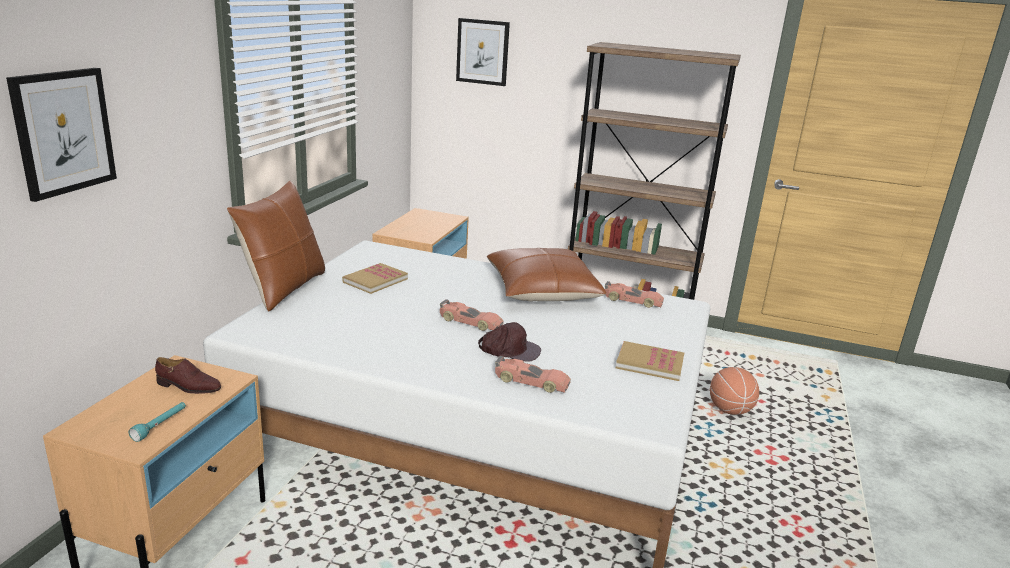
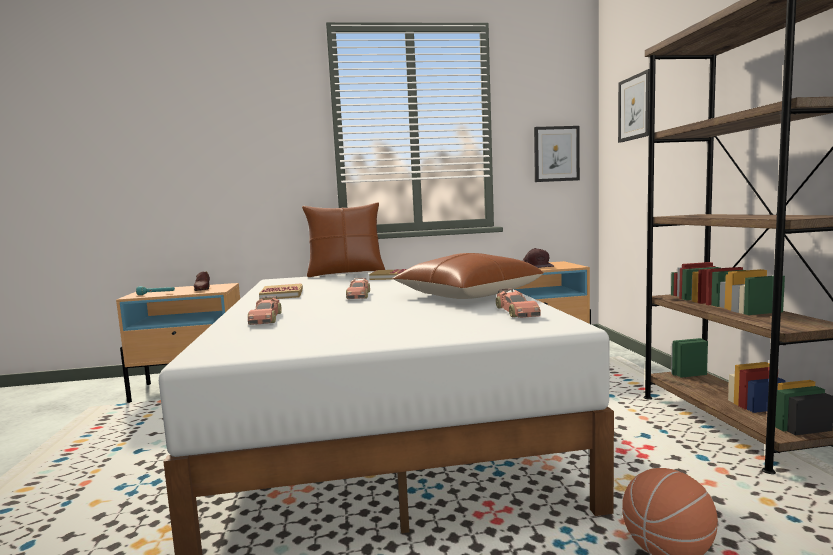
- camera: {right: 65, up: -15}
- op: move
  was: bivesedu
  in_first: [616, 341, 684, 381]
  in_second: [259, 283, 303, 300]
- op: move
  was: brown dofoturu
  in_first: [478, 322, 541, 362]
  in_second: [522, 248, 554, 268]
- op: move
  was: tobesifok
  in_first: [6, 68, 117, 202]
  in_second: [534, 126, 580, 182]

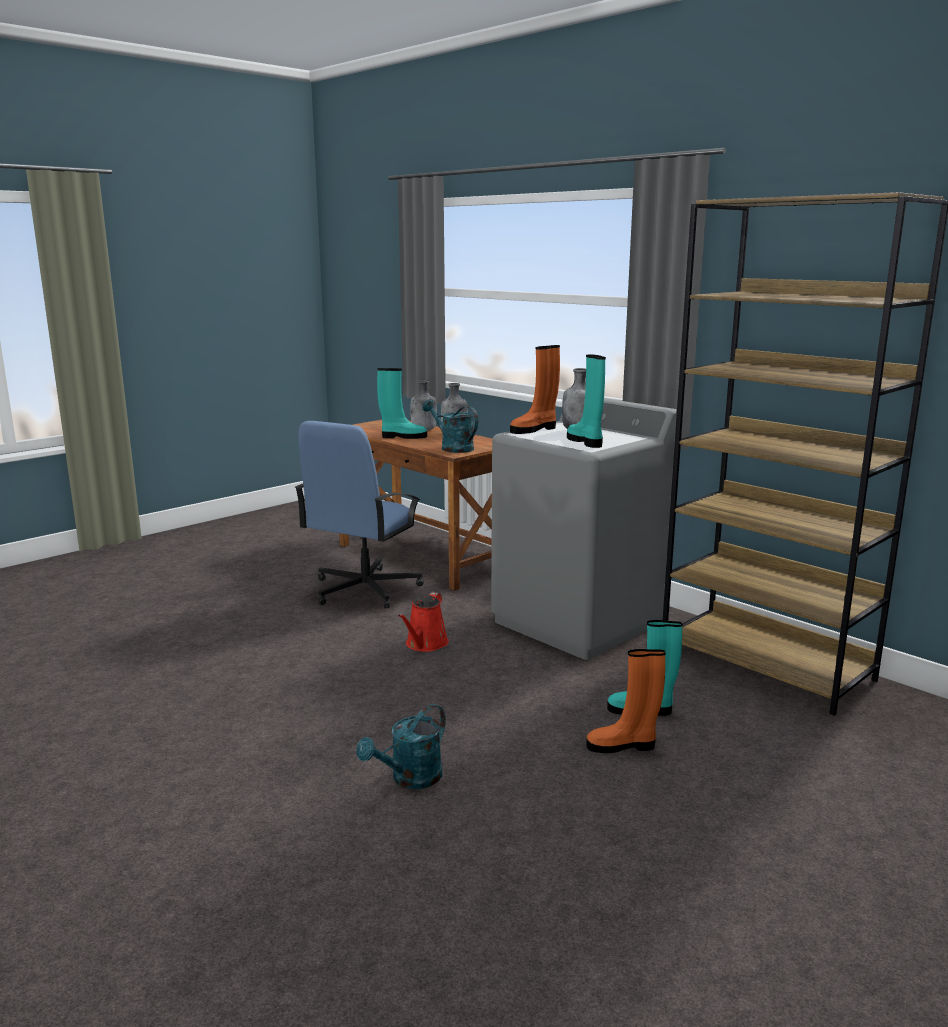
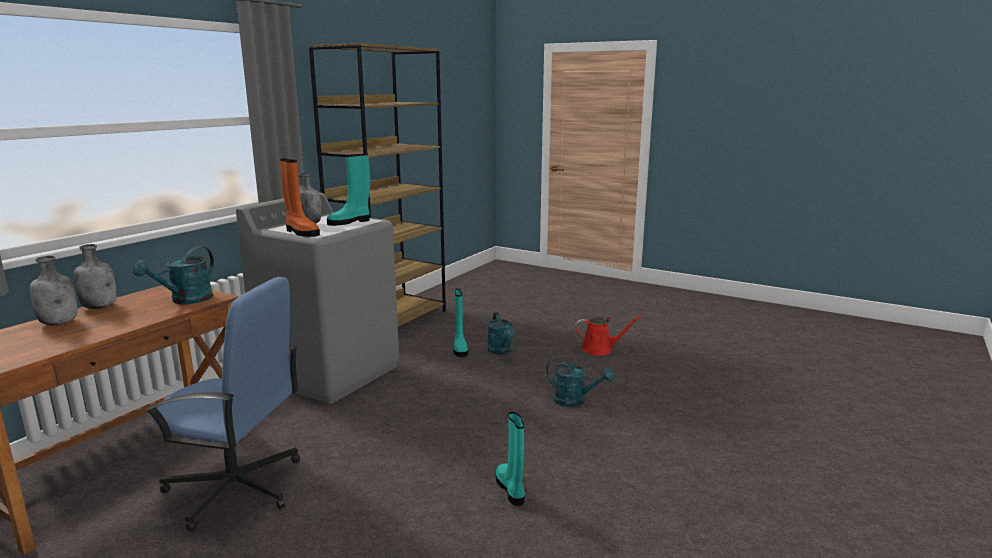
- camera: {right: -105, up: 0}
- op: replace
  was: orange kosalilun
  now: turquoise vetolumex
  in_first: [586, 649, 666, 753]
  in_second: [488, 312, 515, 355]
- op: move
  was: turquoise kosalilun
  in_first: [377, 368, 427, 439]
  in_second: [496, 412, 525, 506]
- op: move
  was: red vetolumex
  in_first: [398, 592, 449, 652]
  in_second: [575, 316, 642, 356]

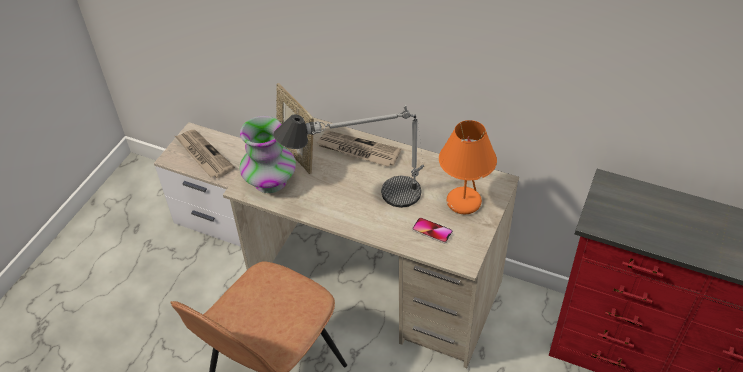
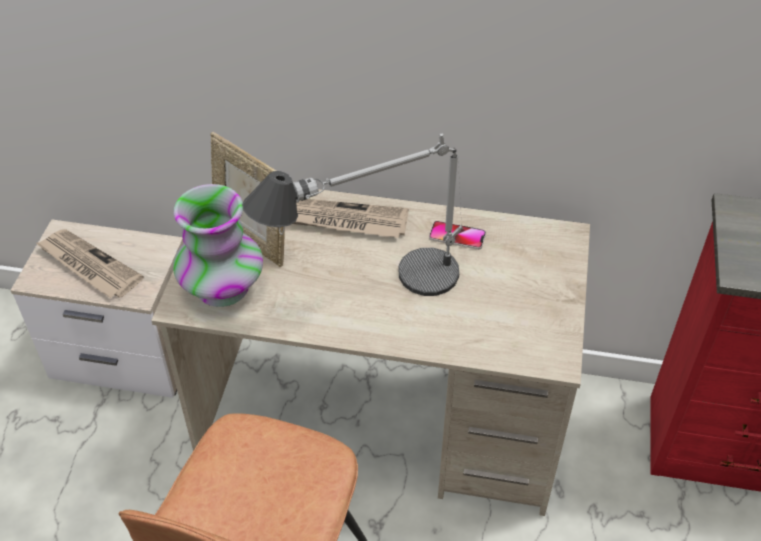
- camera: {right: -15, up: 0}
- op: move
  was: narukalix
  in_first: [412, 217, 453, 244]
  in_second: [429, 221, 486, 250]
- op: delete
  was: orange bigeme
  in_first: [439, 120, 497, 214]

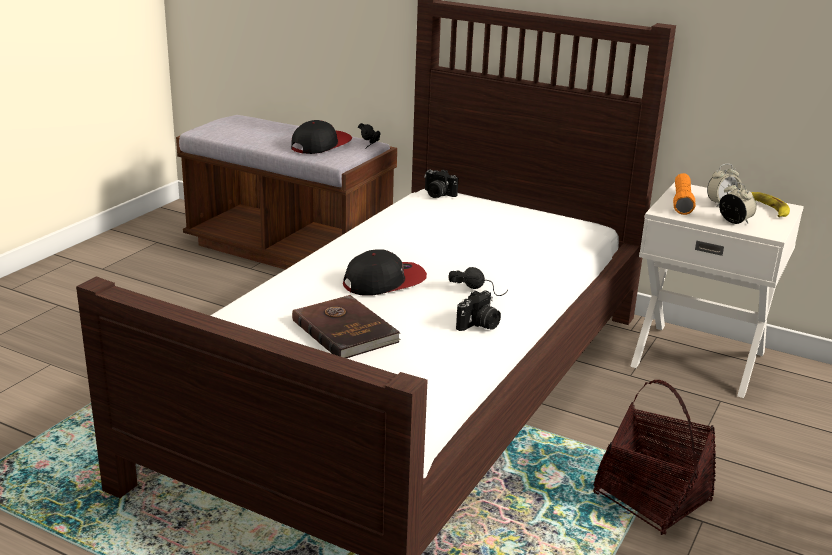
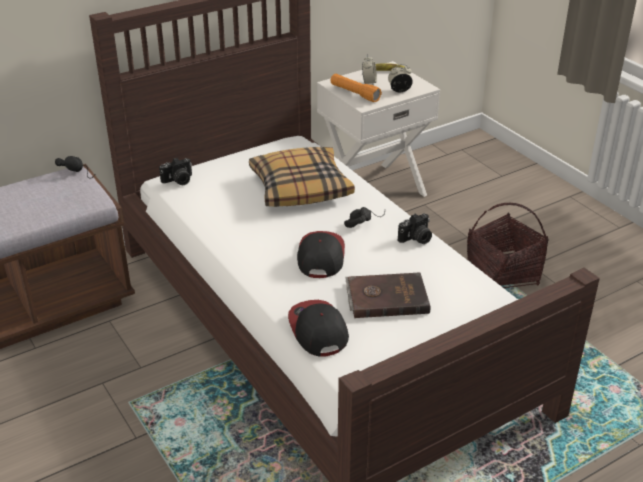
- camera: {right: -60, up: 10}
- op: insert
  now: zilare
  in_second: [249, 147, 355, 207]
- op: move
  was: dofoturu
  in_first: [291, 120, 352, 154]
  in_second: [288, 300, 349, 357]
- op: rotate
  was: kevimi
  in_first: [456, 290, 501, 331]
  in_second: [398, 213, 432, 244]
  clockwise: 75

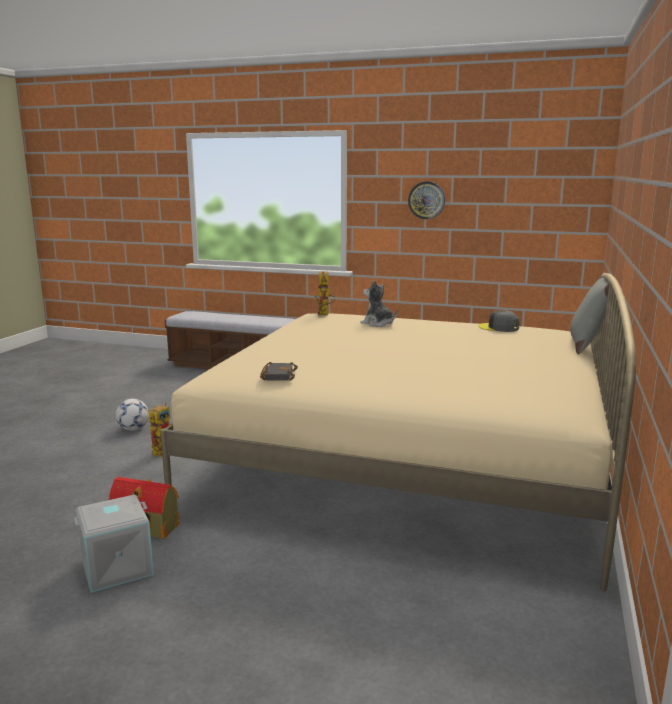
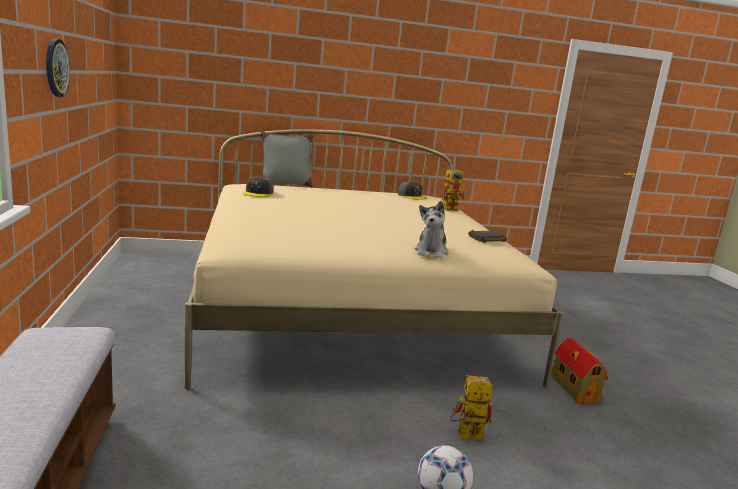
- camera: {right: -120, up: 0}
- op: insert
  now: grey dofoturu
  in_second: [398, 181, 427, 199]
- op: move
  was: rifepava
  in_first: [360, 280, 398, 327]
  in_second: [415, 201, 448, 259]
- op: move
  was: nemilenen
  in_first: [314, 271, 335, 315]
  in_second: [442, 168, 465, 211]
- op: delete
  was: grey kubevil
  in_first: [74, 495, 154, 593]

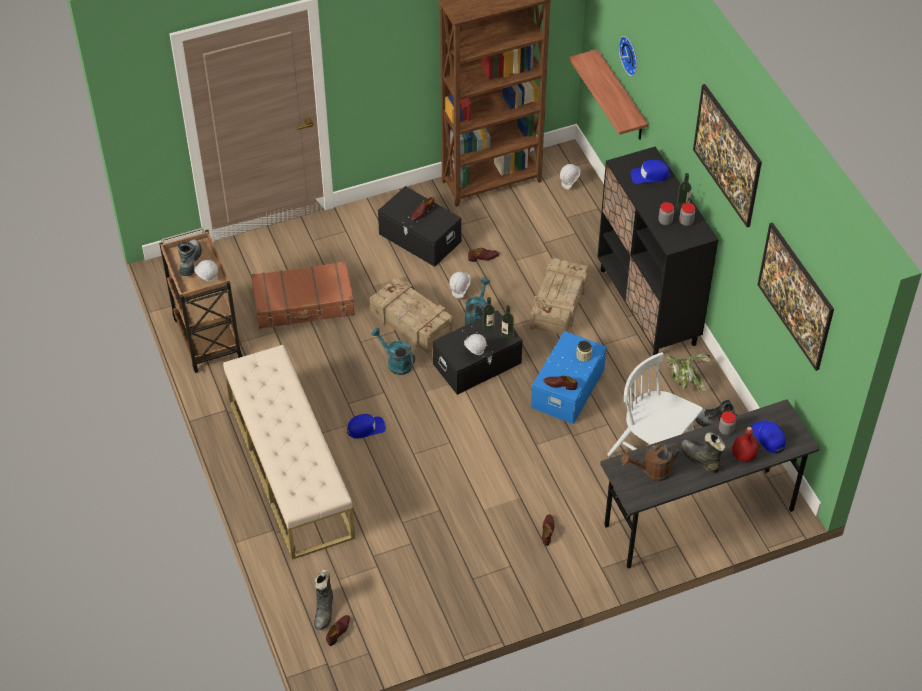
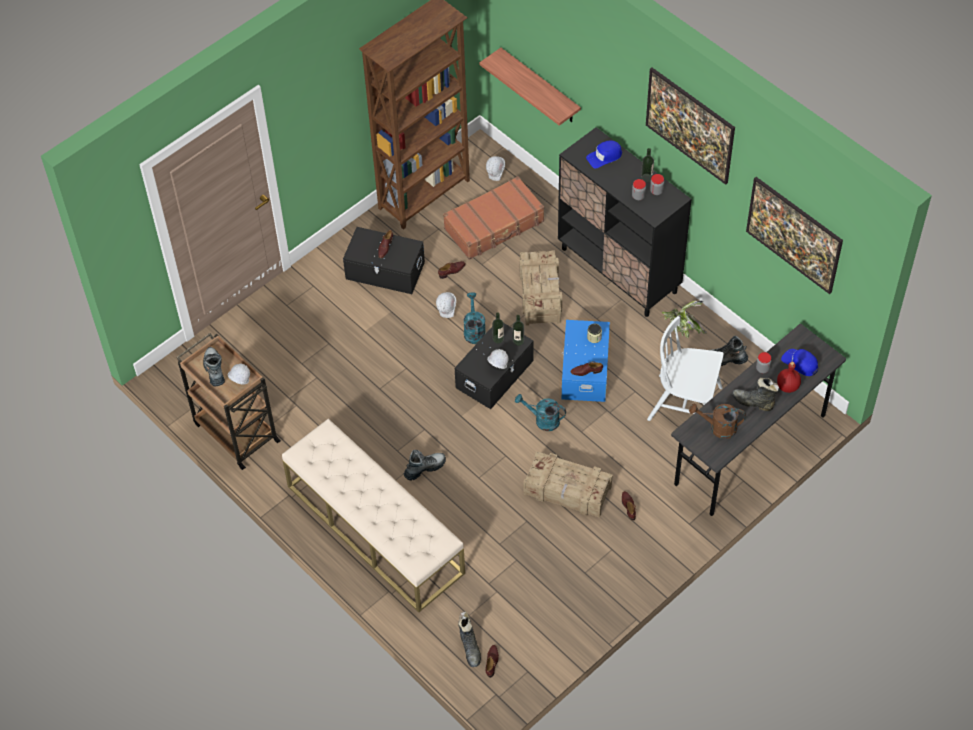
- camera: {right: -20, up: 5}
- op: replace
  was: blue dofoturu
  now: kosalilun
  in_first: [347, 414, 386, 439]
  in_second: [403, 450, 446, 480]
- op: move
  was: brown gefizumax
  in_first: [251, 261, 355, 329]
  in_second: [443, 176, 544, 260]
- op: move
  was: turquoise vetolumex
  in_first: [371, 328, 415, 375]
  in_second: [515, 394, 566, 431]
- op: move
  was: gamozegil
  in_first: [370, 277, 454, 353]
  in_second: [523, 452, 613, 518]
- op: rotate
  was: brown vetolumex
  in_first: [621, 443, 680, 481]
  in_second: [689, 403, 746, 439]
  clockwise: 45
- op: delete
  was: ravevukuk
  in_first: [619, 36, 637, 76]

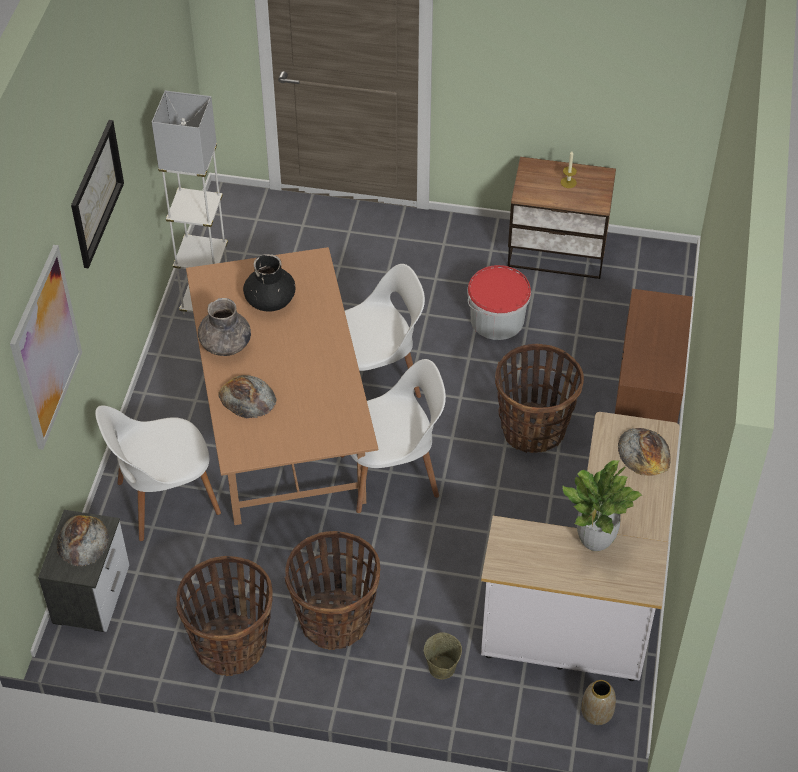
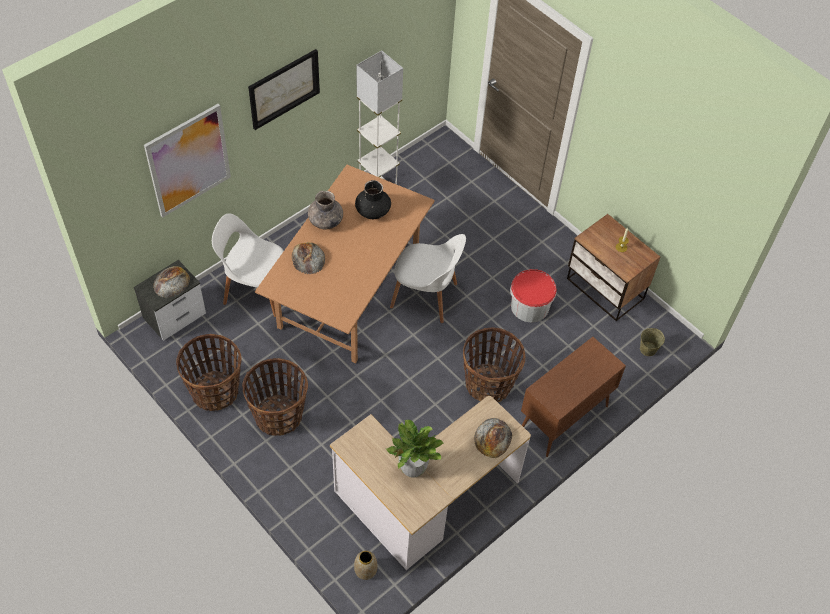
- camera: {right: 35, up: 5}
- op: move
  was: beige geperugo
  in_first: [424, 633, 462, 679]
  in_second: [640, 328, 665, 356]
- op: delete
  was: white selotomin
  in_first: [340, 359, 446, 513]

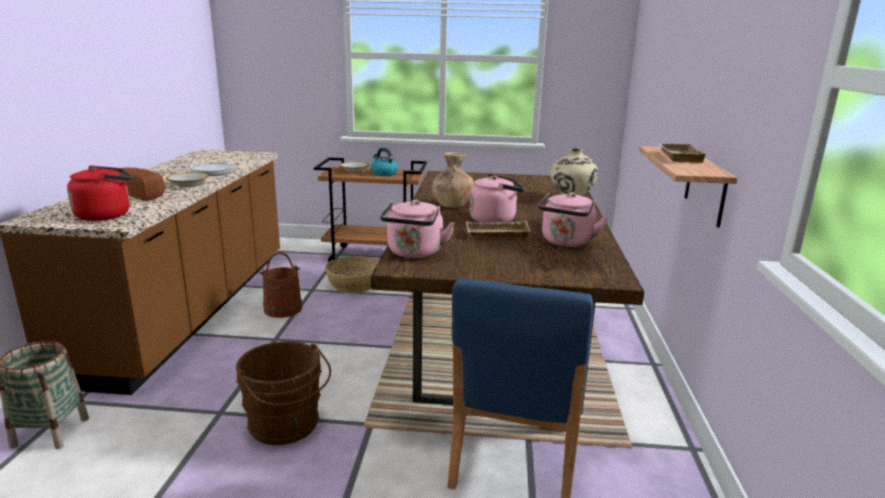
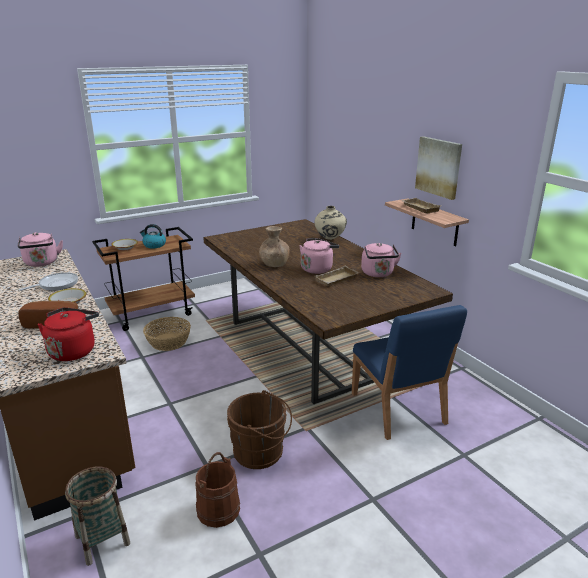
- camera: {right: -35, up: 5}
- op: move
  was: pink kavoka
  in_first: [380, 200, 455, 258]
  in_second: [18, 232, 63, 267]
- op: move
  was: brown geperugo
  in_first: [259, 252, 302, 318]
  in_second: [195, 452, 240, 528]
- op: insert
  now: tobesifok
  in_second: [415, 136, 462, 200]

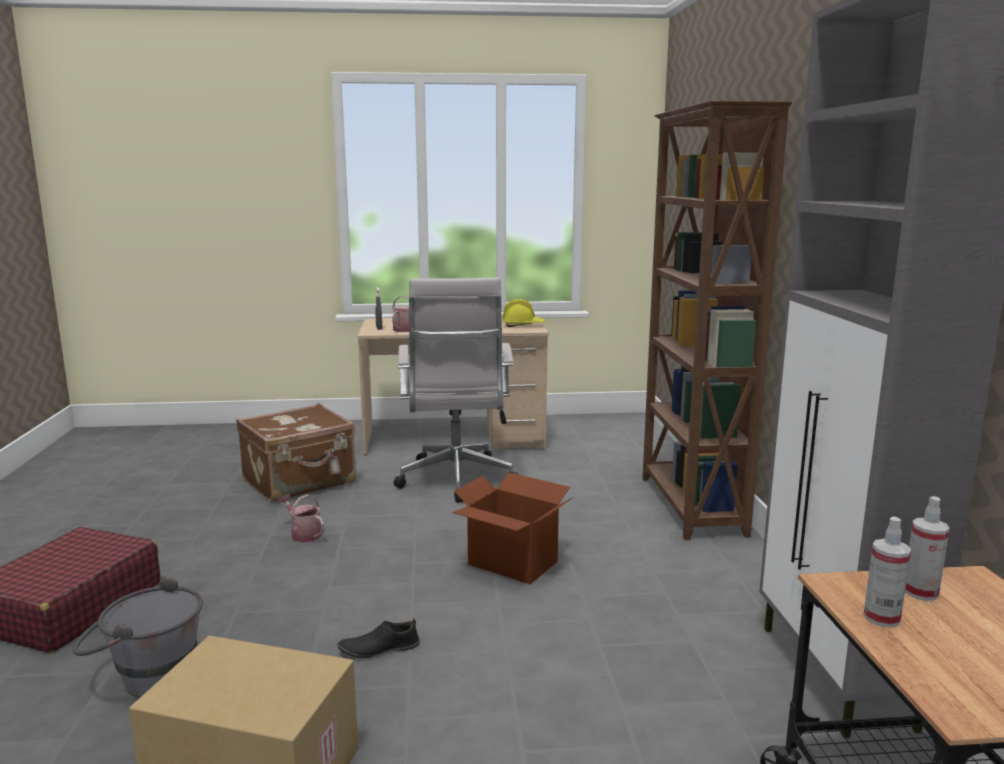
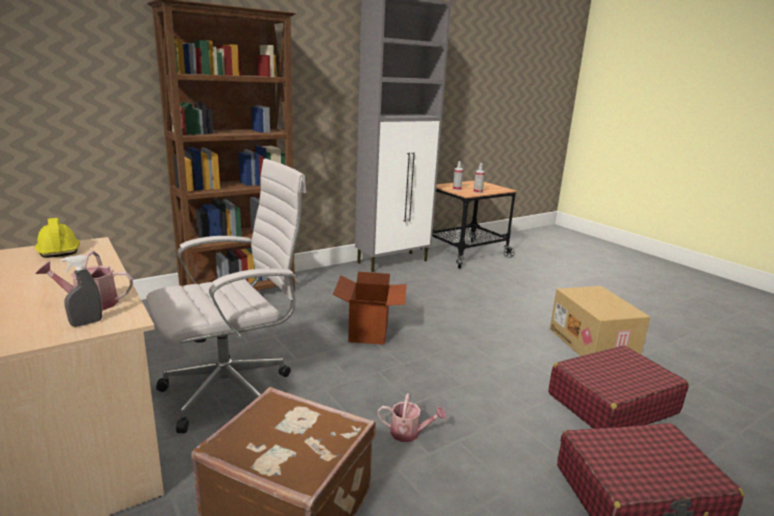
- camera: {right: -120, up: 5}
- op: rotate
  was: vetolumex
  in_first: [279, 494, 324, 542]
  in_second: [378, 394, 446, 442]
  clockwise: -90
- op: replace
  was: grey geperugo
  now: red gefizumax
  in_first: [72, 576, 203, 698]
  in_second: [548, 345, 689, 429]
- op: delete
  was: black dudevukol
  in_first: [337, 618, 419, 658]

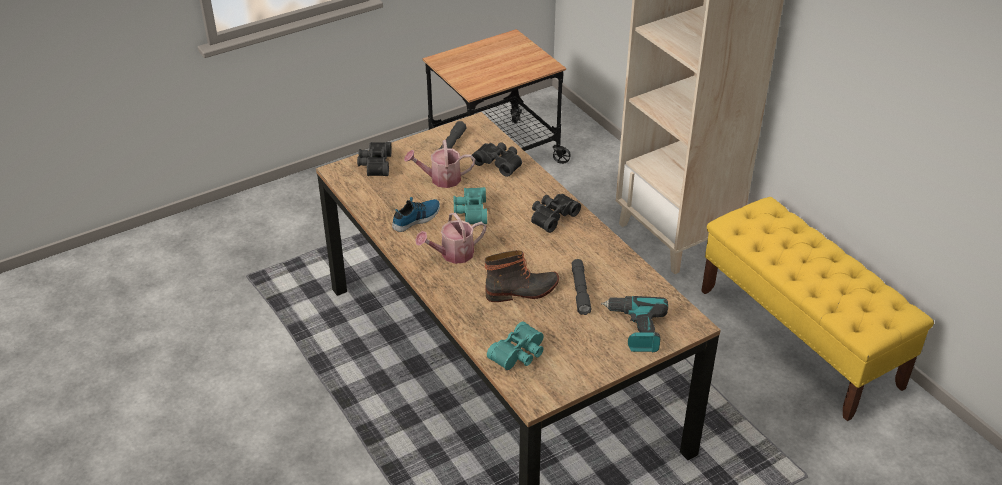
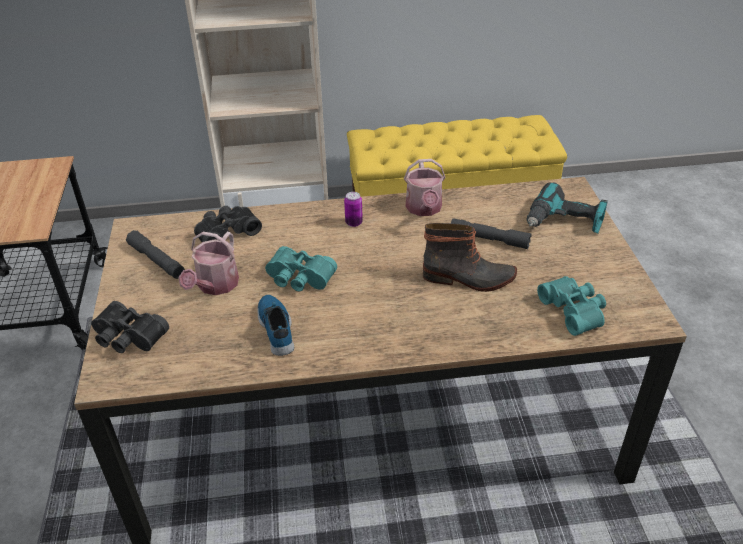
- camera: {right: -65, up: 0}
- op: replace
  was: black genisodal
  now: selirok
  in_first: [531, 194, 581, 233]
  in_second: [344, 192, 363, 227]
- op: move
  was: vetolumex
  in_first: [415, 213, 486, 264]
  in_second: [404, 159, 446, 216]
- op: rotate
  was: kosalilun
  in_first: [485, 250, 559, 302]
  in_second: [423, 223, 517, 292]
  clockwise: 90

